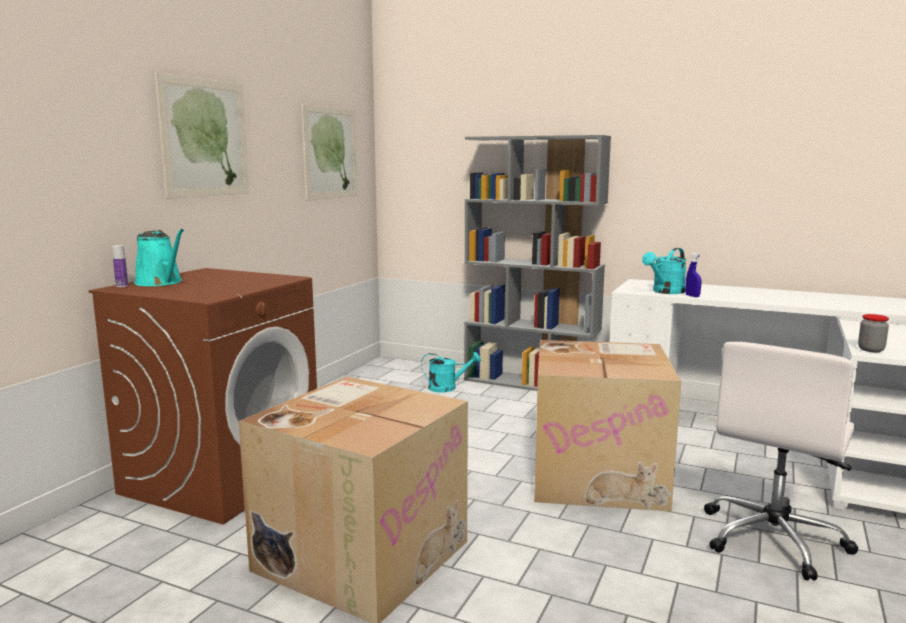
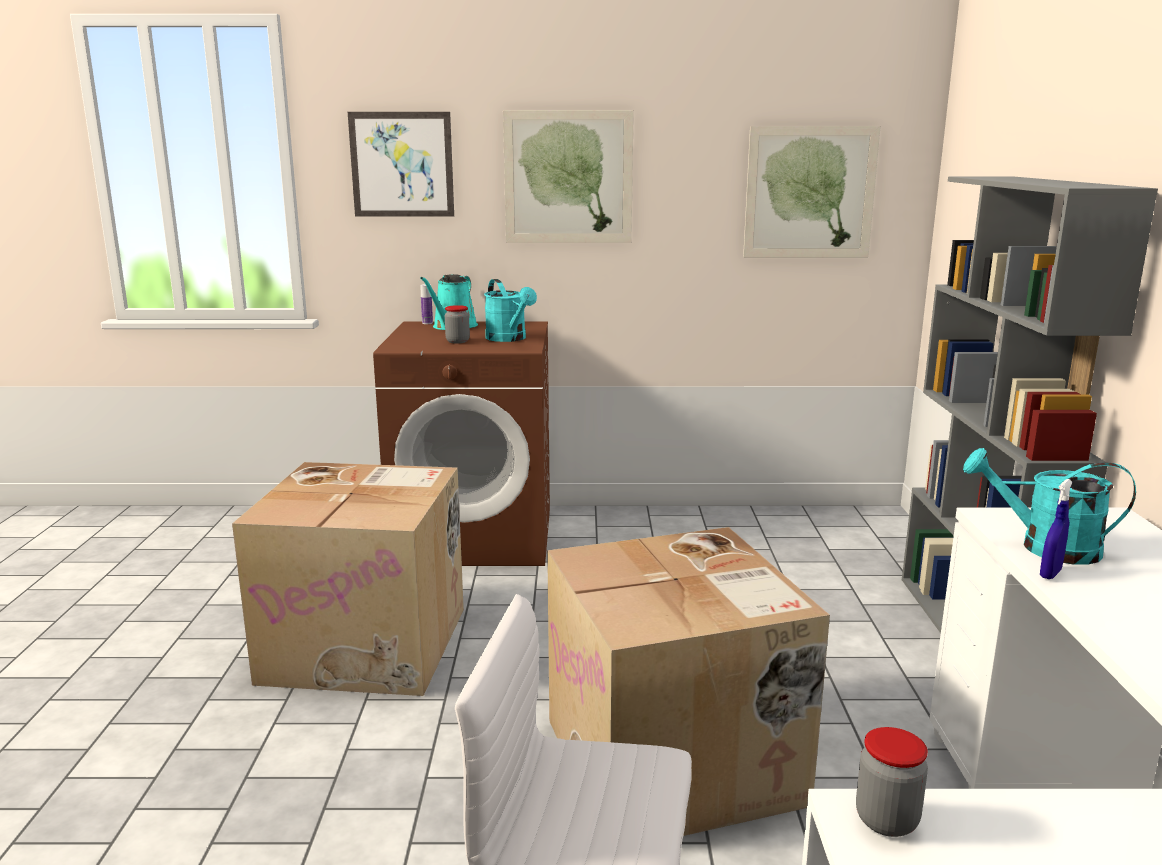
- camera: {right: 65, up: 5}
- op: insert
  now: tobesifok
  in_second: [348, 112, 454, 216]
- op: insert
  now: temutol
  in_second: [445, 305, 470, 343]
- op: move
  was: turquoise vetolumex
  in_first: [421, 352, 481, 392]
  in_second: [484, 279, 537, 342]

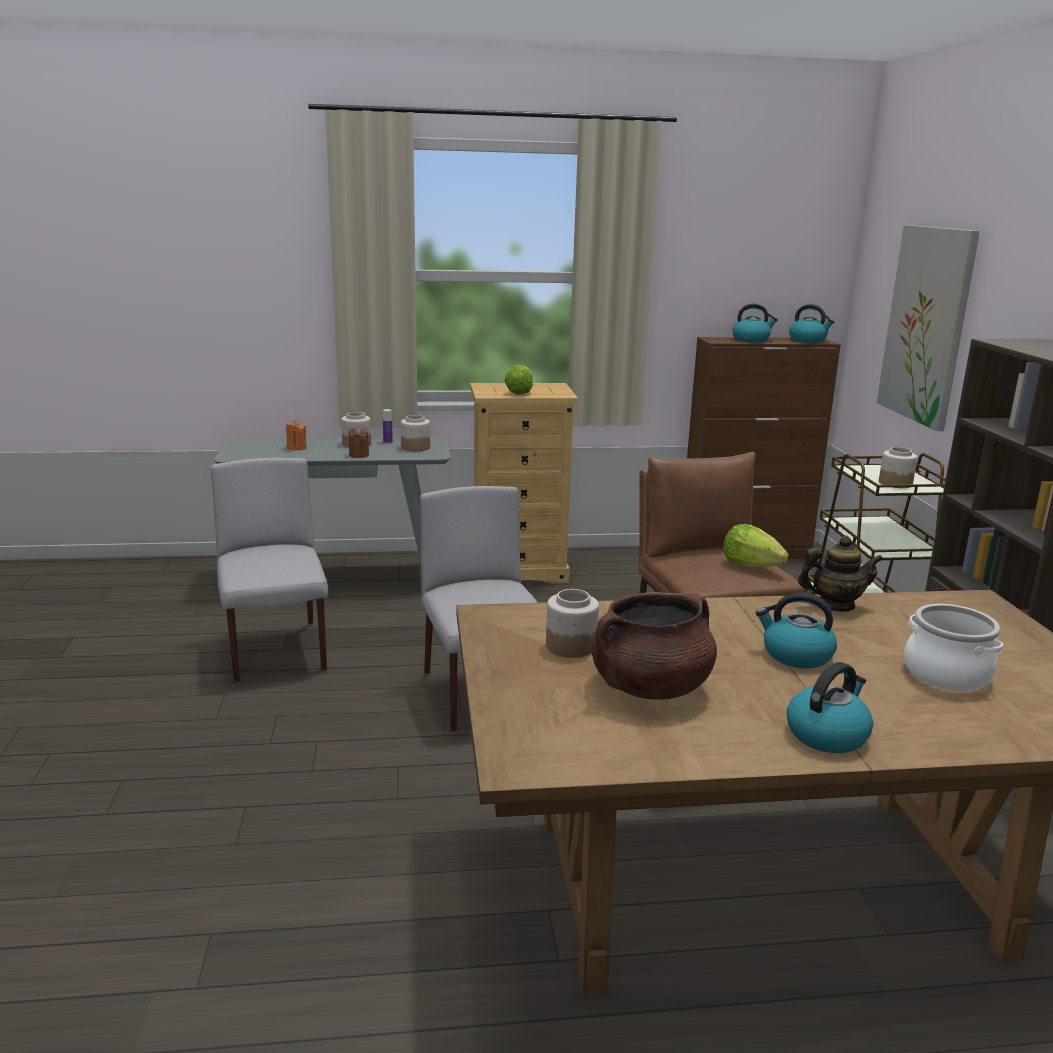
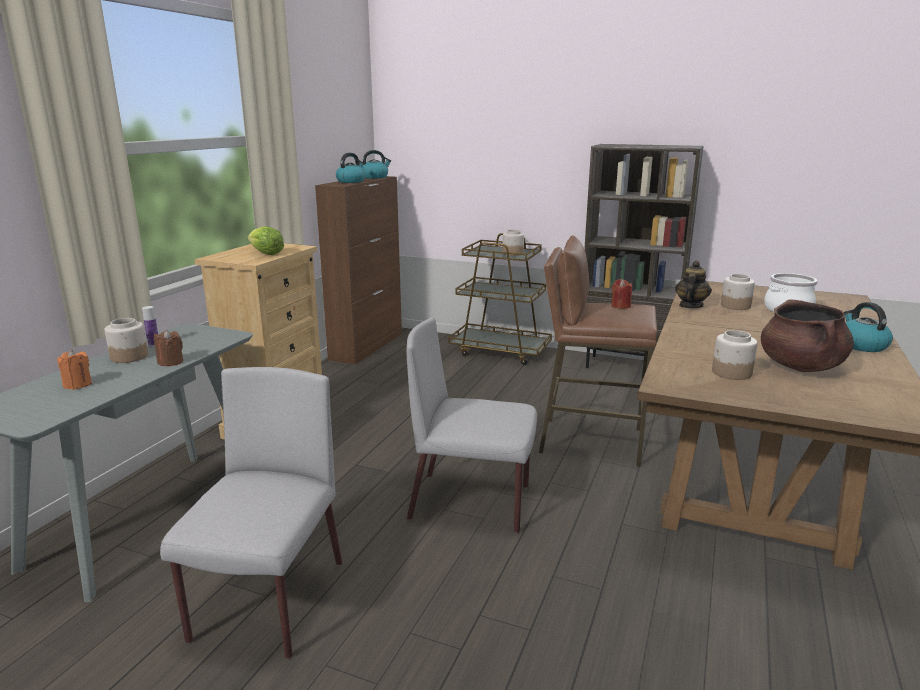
- camera: {right: -60, up: 0}
- op: rotate
  was: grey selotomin
  in_first: [211, 458, 328, 683]
  in_second: [160, 367, 342, 659]
  clockwise: 90
- op: replace
  was: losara
  now: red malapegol
  in_first: [723, 524, 789, 568]
  in_second: [611, 279, 632, 309]
- op: move
  was: temutol
  in_first: [401, 415, 430, 451]
  in_second: [721, 274, 755, 310]
- op: delete
  was: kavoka
  in_first: [756, 592, 837, 668]
- op: delete
  was: tobesifok
  in_first: [877, 225, 980, 431]

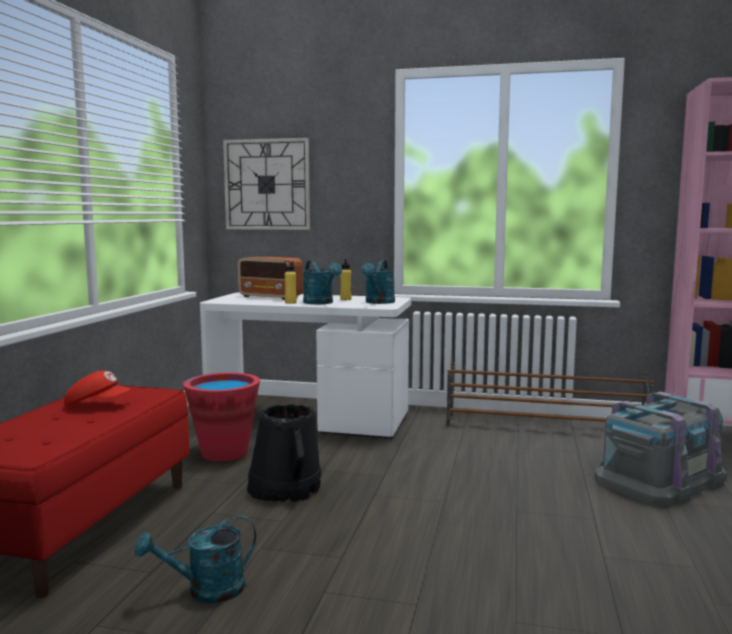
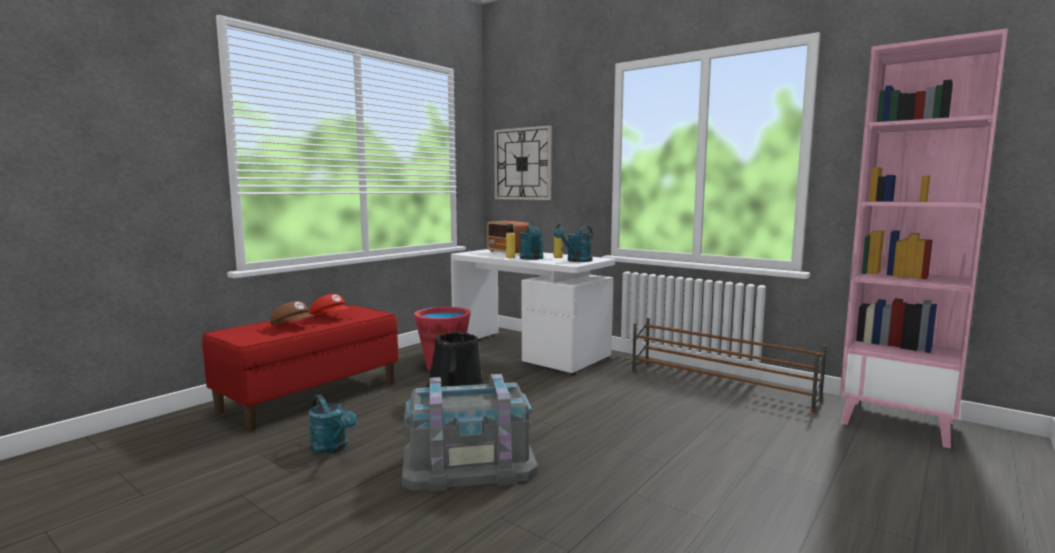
- camera: {right: 25, up: 0}
- op: insert
  now: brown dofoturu
  in_second: [270, 301, 314, 325]
- op: rotate
  was: turquoise vetolumex
  in_first: [135, 515, 256, 603]
  in_second: [309, 394, 357, 454]
  clockwise: -135
- op: move
  was: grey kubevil
  in_first: [595, 392, 727, 507]
  in_second: [402, 374, 538, 492]

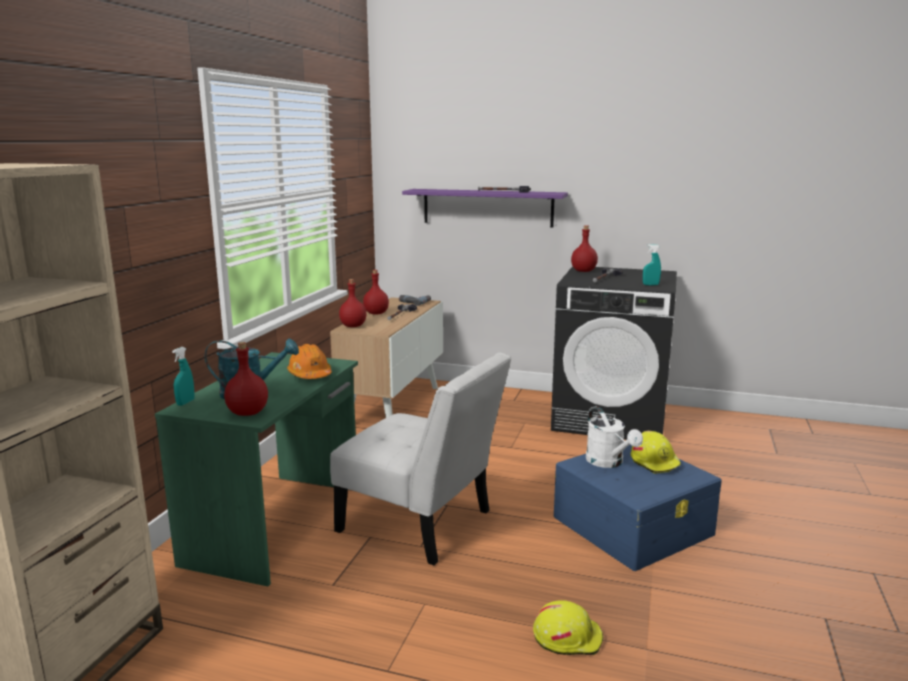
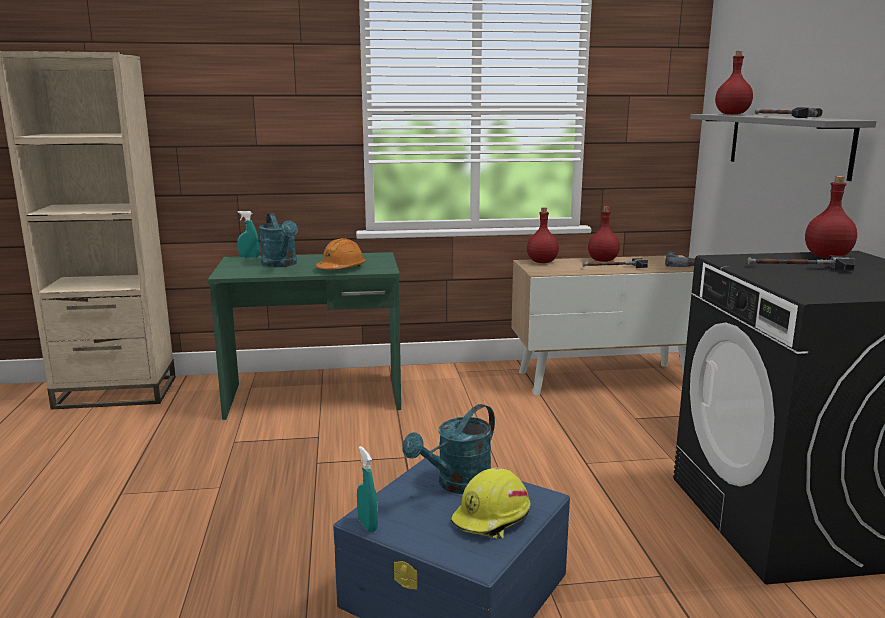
- camera: {right: 65, up: 0}
- op: move
  was: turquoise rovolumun
  in_first: [643, 244, 661, 285]
  in_second: [357, 446, 378, 532]
- op: recolor
  was: white vetolumex
  now: turquoise vetolumex
  in_first: [586, 406, 643, 468]
  in_second: [402, 404, 495, 494]
- op: recolor
  was: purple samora
  now: grey samora
  in_first: [402, 189, 568, 228]
  in_second: [690, 114, 876, 181]
- op: move
  was: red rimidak
  in_first: [224, 342, 268, 416]
  in_second: [715, 51, 753, 114]
- op: delete
  was: white selotomin
  in_first: [330, 353, 512, 565]
- op: delete
  was: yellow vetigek
  in_first: [533, 600, 604, 655]

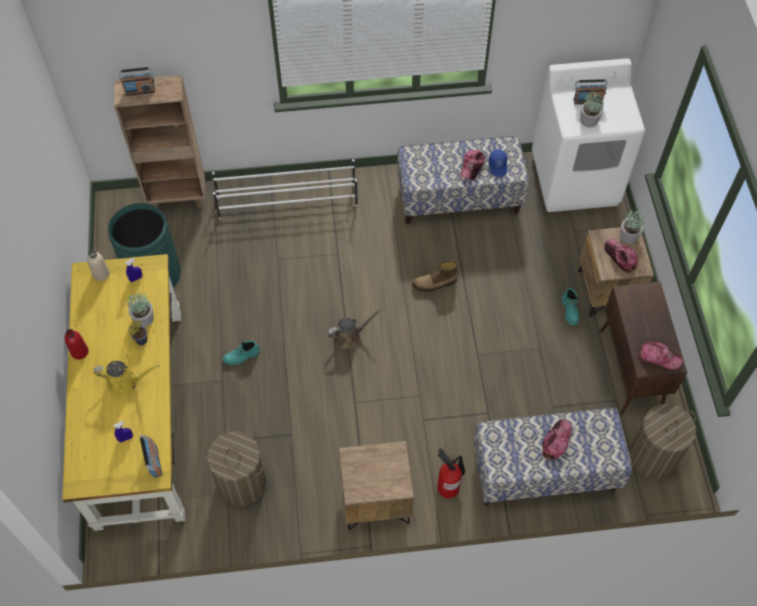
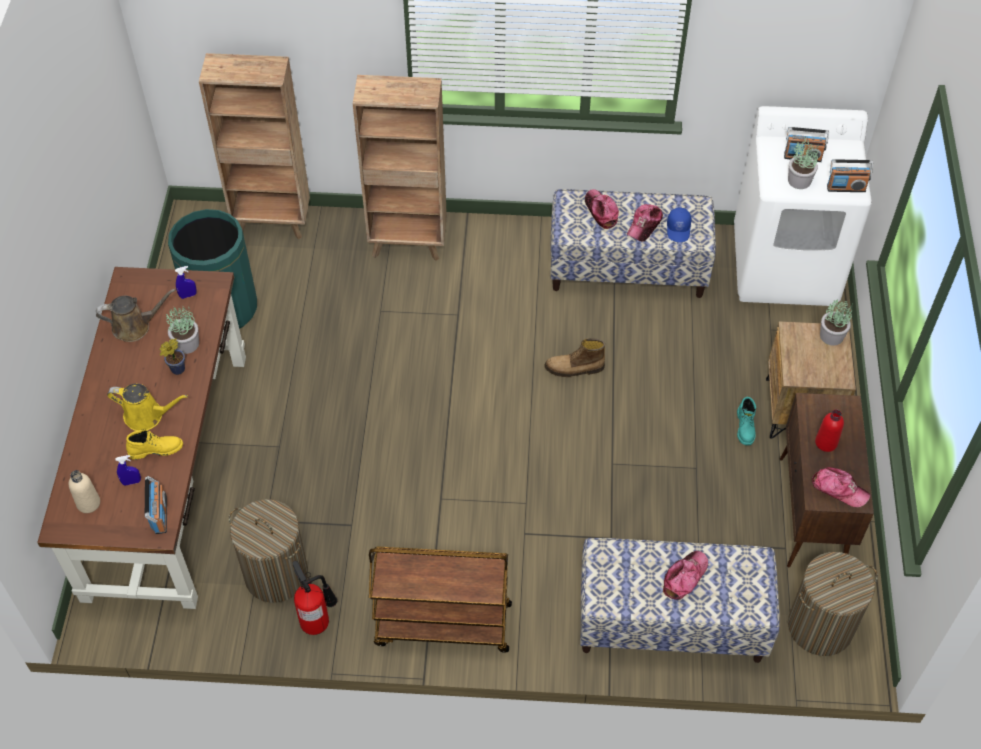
- camera: {right: 10, up: -5}
- op: recolor
  was: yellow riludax
  now: brown riludax
  in_first: [62, 254, 186, 531]
  in_second: [37, 267, 246, 609]
- op: move
  was: beige rimidak
  in_first: [87, 250, 110, 281]
  in_second: [68, 470, 100, 513]
- op: move
  was: brown vetolumex
  in_first: [327, 308, 382, 349]
  in_second: [96, 289, 176, 342]
- op: insert
  now: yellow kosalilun
  in_second: [126, 430, 183, 460]
- op: move
  was: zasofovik
  in_first: [437, 448, 465, 498]
  in_second: [292, 561, 337, 635]
- op: replace
  was: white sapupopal
  now: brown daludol
  in_first: [212, 159, 358, 219]
  in_second: [353, 75, 447, 261]
- op: replace
  was: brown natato
  now: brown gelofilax
  in_first: [339, 441, 414, 530]
  in_second: [369, 546, 512, 653]
- op: move
  was: dofoturu
  in_first: [604, 239, 637, 273]
  in_second: [585, 189, 619, 229]
- op: move
  was: red rimidak
  in_first: [65, 329, 89, 360]
  in_second: [815, 409, 844, 452]
- op: move
  was: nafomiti
  in_first: [118, 67, 155, 96]
  in_second: [827, 159, 873, 192]
- op: delete
  was: turquoise kosalilun
  in_first: [223, 340, 260, 365]

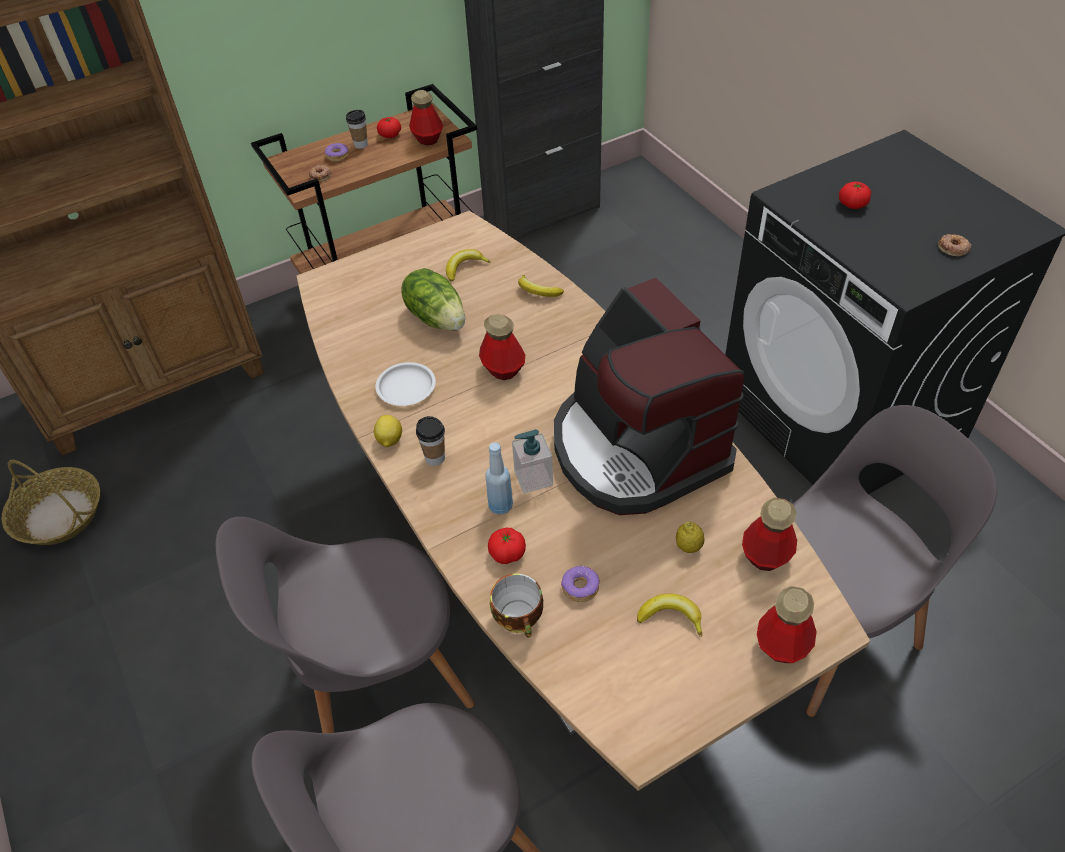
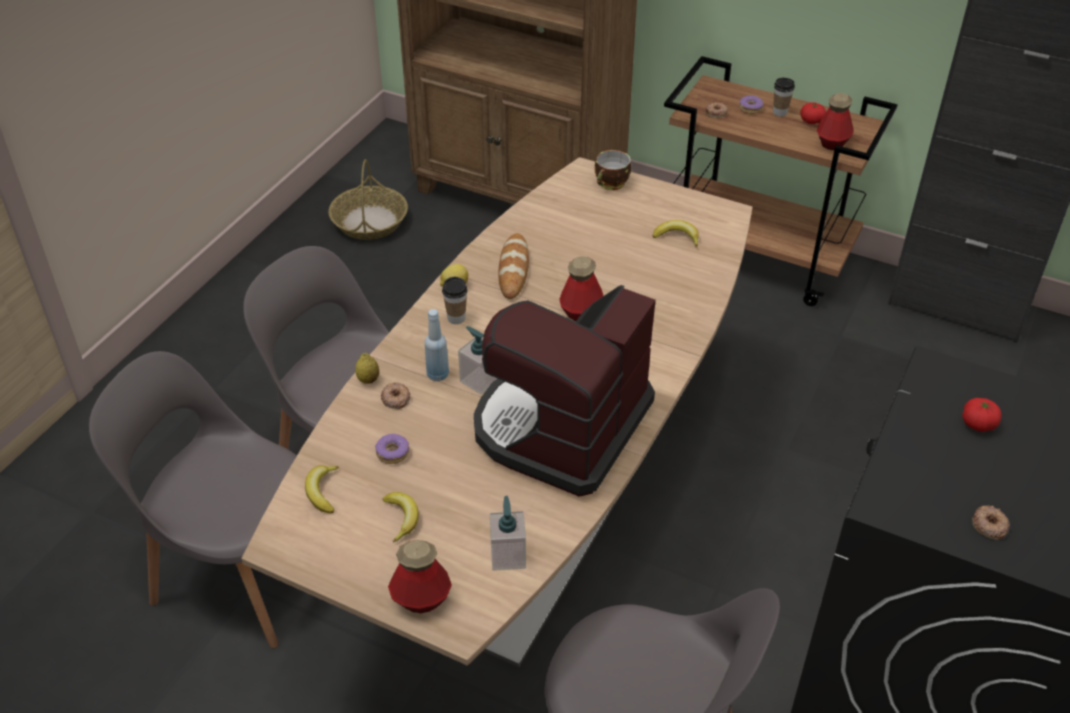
- camera: {right: 55, up: -5}
- op: move
  was: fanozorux
  in_first: [518, 275, 564, 297]
  in_second: [305, 465, 339, 513]
- op: move
  was: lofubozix
  in_first: [676, 521, 704, 553]
  in_second: [355, 353, 379, 384]
- op: replace
  was: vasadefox
  now: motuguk
  in_first: [488, 528, 526, 564]
  in_second: [381, 382, 410, 409]
- op: replace
  was: rimidak
  now: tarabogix
  in_first: [742, 498, 797, 571]
  in_second: [490, 496, 526, 571]
- op: replace
  was: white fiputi
  now: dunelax
  in_first: [376, 362, 436, 406]
  in_second: [498, 233, 529, 299]
- op: move
  was: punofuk
  in_first: [490, 574, 543, 637]
  in_second: [595, 150, 631, 190]
- op: delete
  was: losara
  in_first: [401, 268, 465, 330]

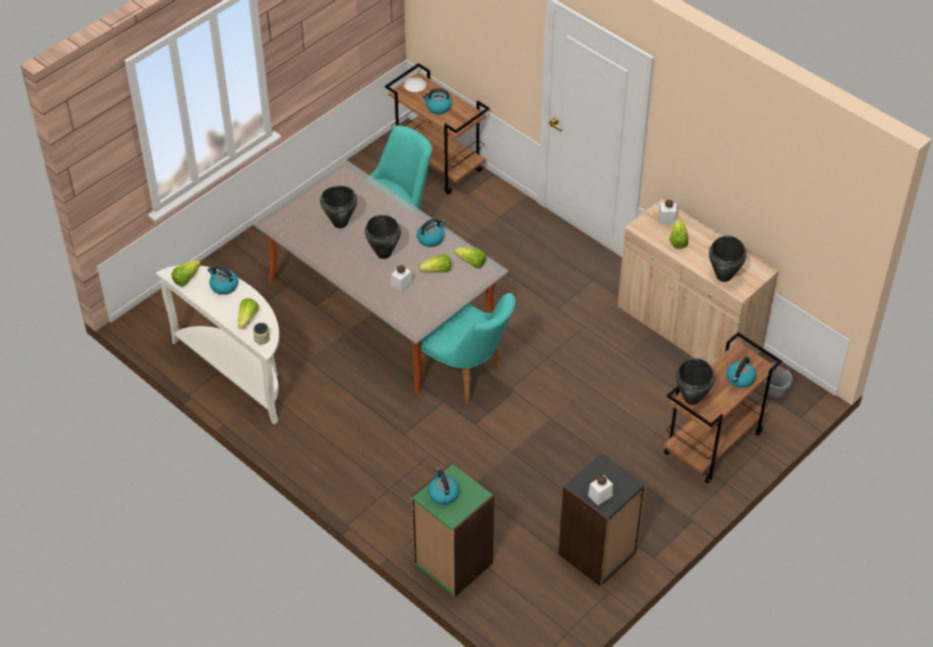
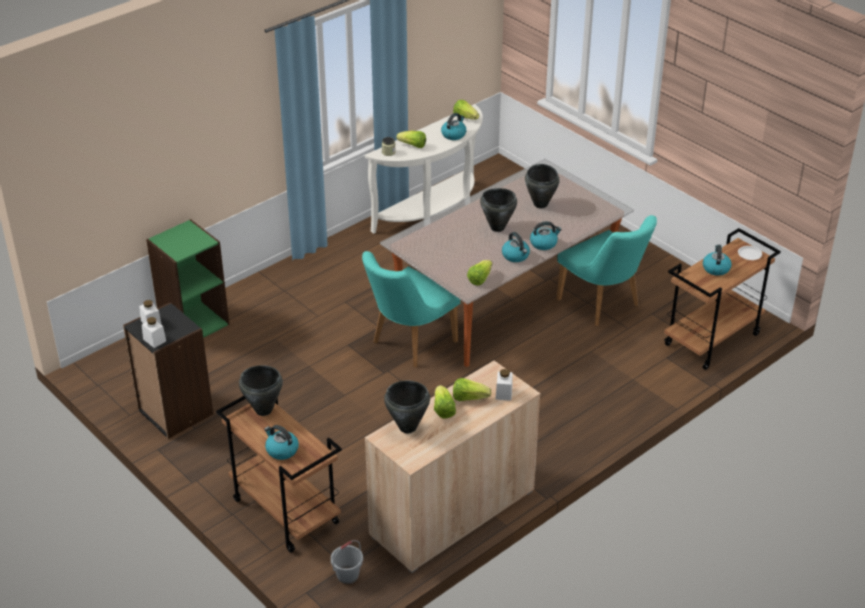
- camera: {right: 95, up: -10}
- op: move
  was: white temutol
  in_first: [391, 265, 412, 293]
  in_second: [142, 317, 166, 348]
- op: move
  was: losara
  in_first: [419, 254, 451, 272]
  in_second: [434, 385, 456, 418]
- op: move
  was: kavoka
  in_first: [428, 468, 460, 505]
  in_second: [530, 221, 562, 250]

